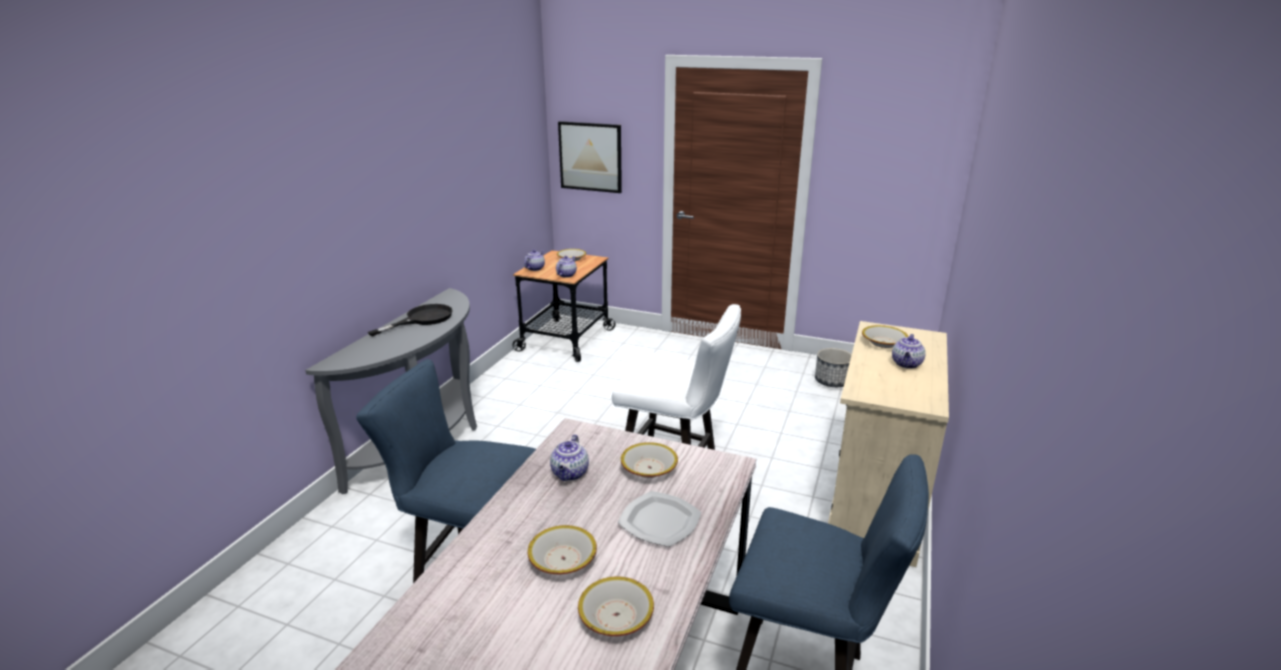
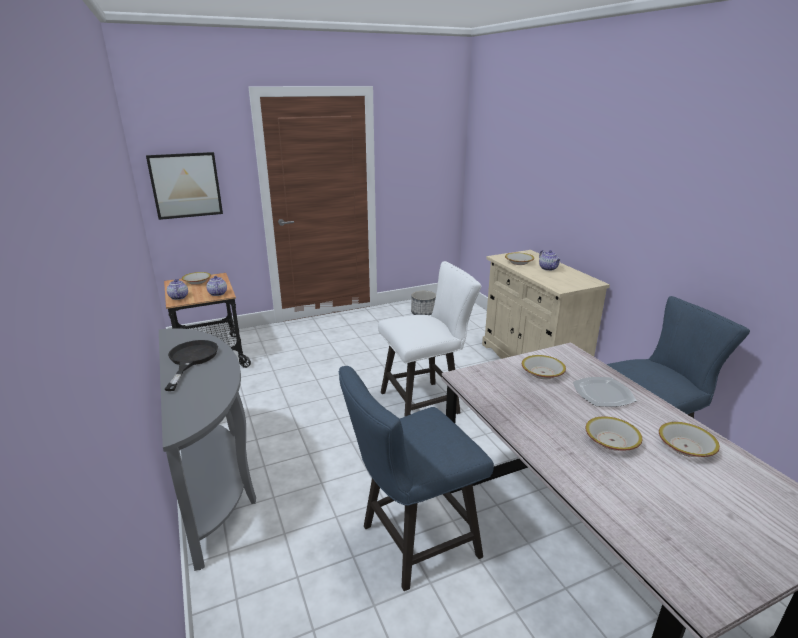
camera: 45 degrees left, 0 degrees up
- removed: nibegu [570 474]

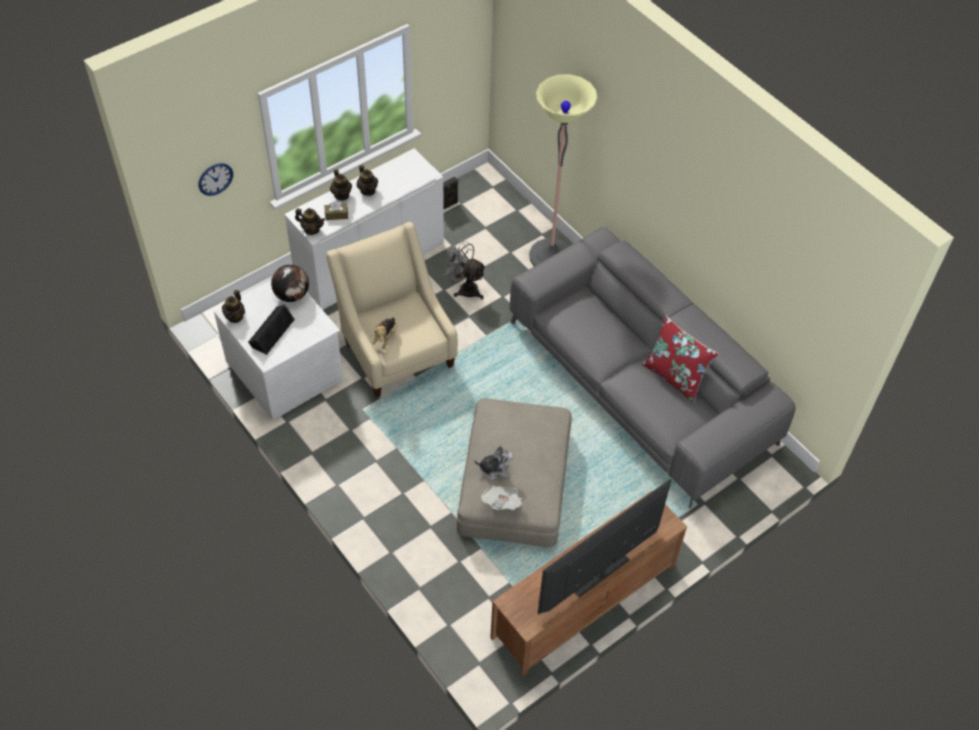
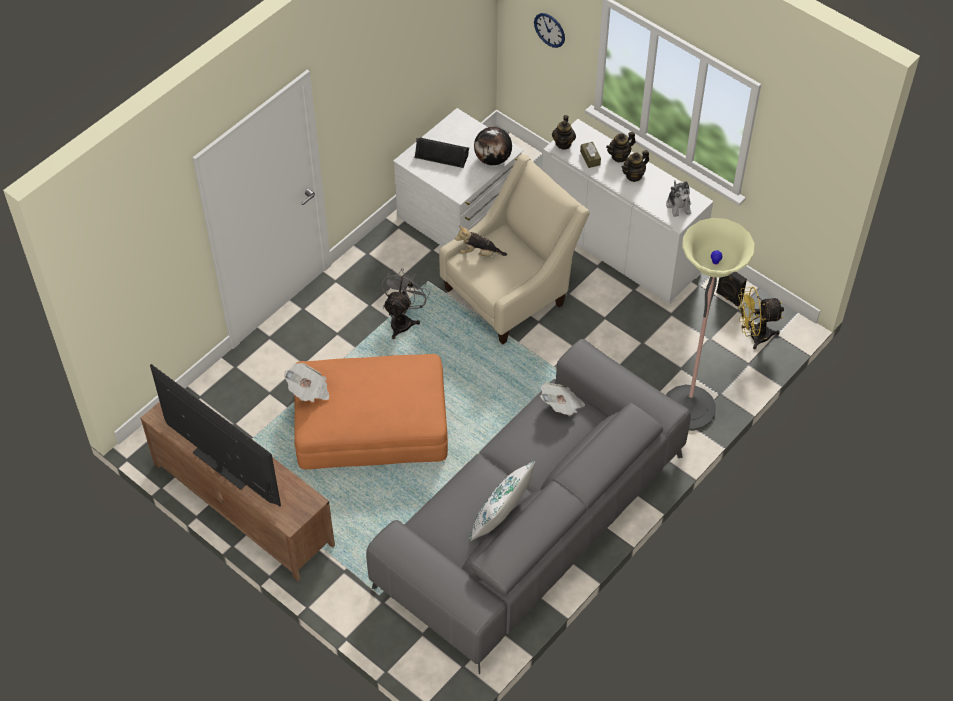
camera: 80 degrees right, 0 degrees up
- removed: nibegu [235 316]
- moved: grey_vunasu [464 288] to [403 320]
- recoloured: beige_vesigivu [514 481] to orange_vesigivu [371 422]
- moved: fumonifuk [494 469] to [679 205]
- recoloured: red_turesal [675 377] to white_turesal [501 519]
- added: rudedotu [562 405]
- added: yellow_vunasu [753 335]

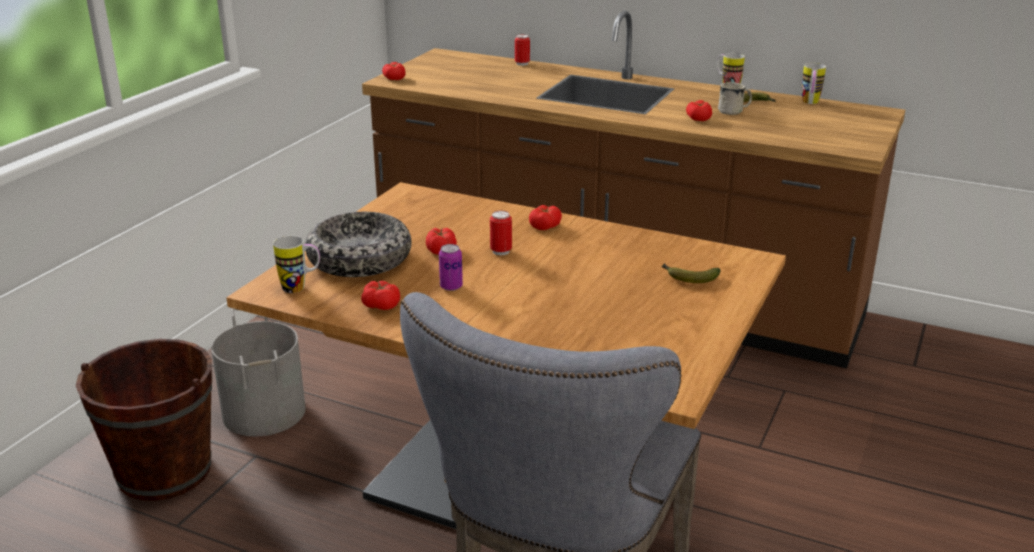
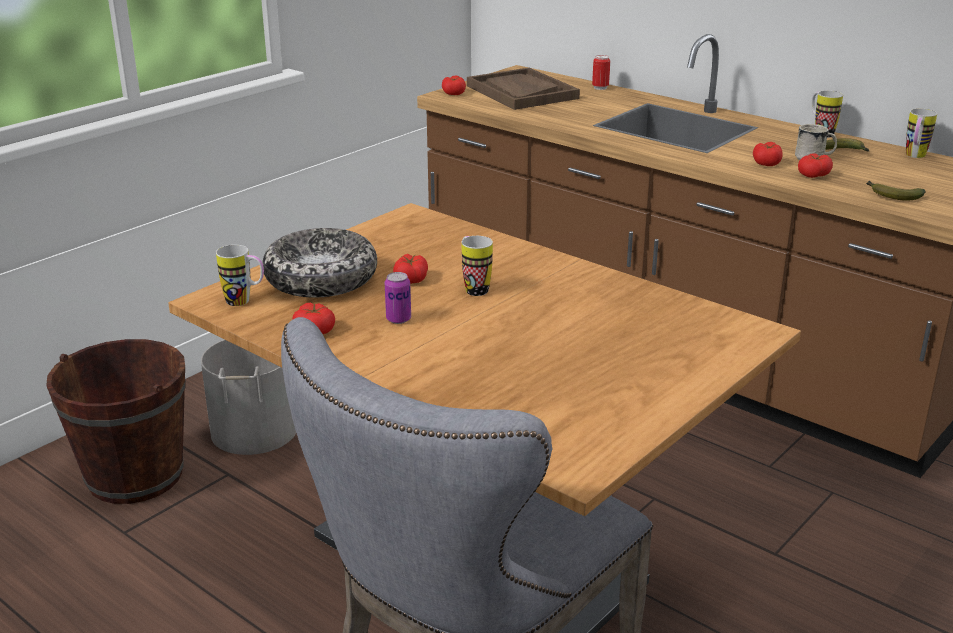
camera: 15 degrees right, 0 degrees up
- replaced: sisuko [501 251] to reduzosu [473 288]
- moved: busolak [545 226] to [814 175]
- moved: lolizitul [688 278] to [892 196]
- added: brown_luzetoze [521 92]

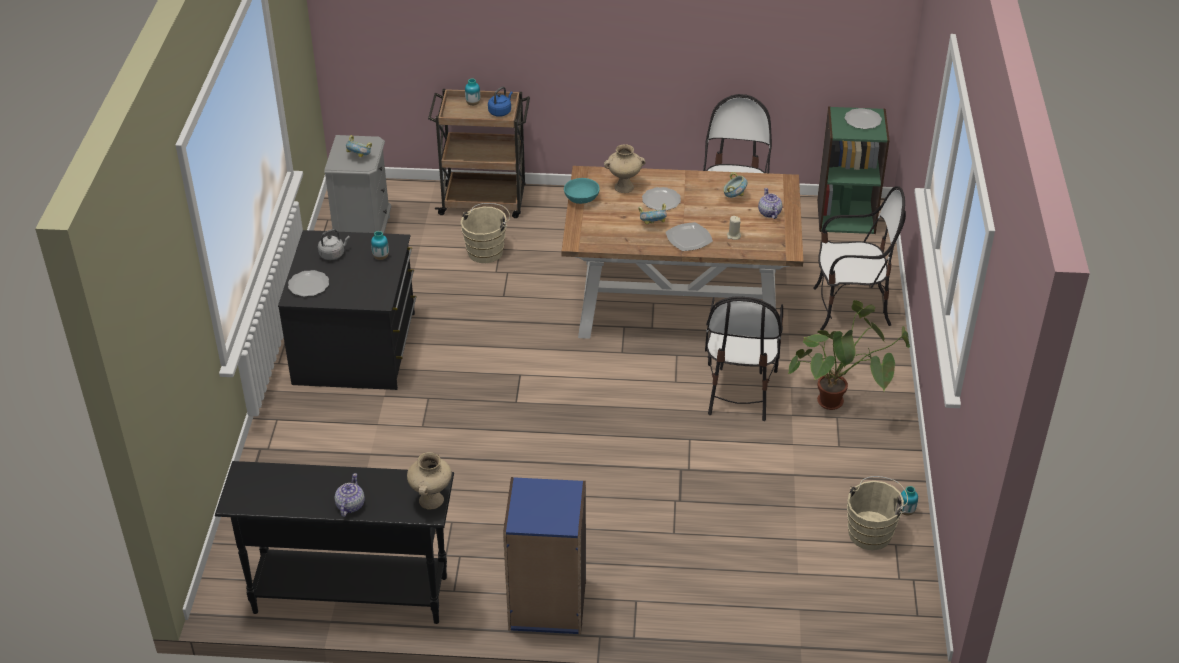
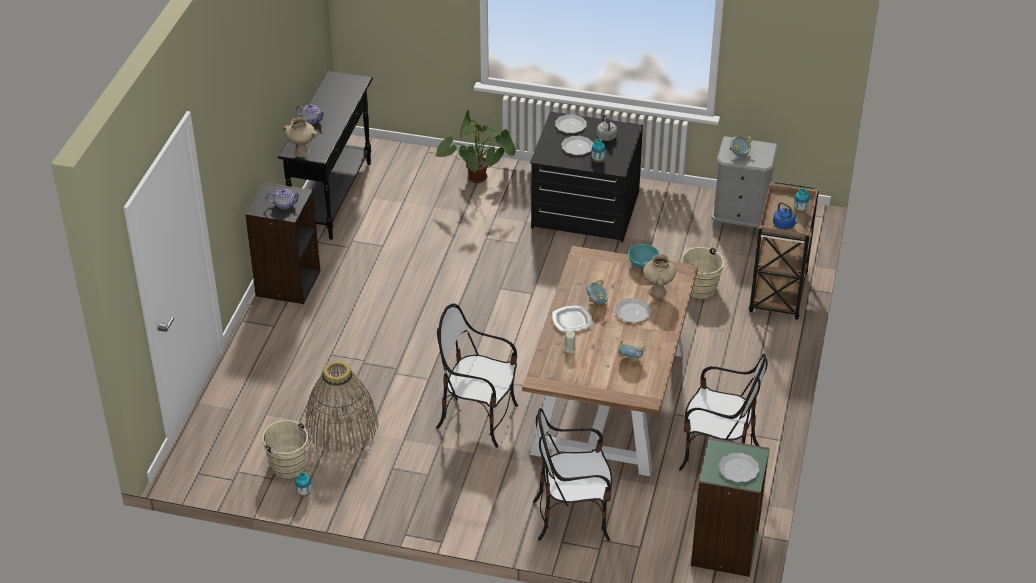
camera: 100 degrees right, 0 degrees up
- recoloured: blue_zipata [547 605] to black_zipata [287 283]
- moved: nibegu [769 213] to [284 205]
- moved: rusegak [841 397] to [480 183]
- turned: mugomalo [850 309] = [572 517] 75 degrees clockwise
- added: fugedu [342 426]
- added: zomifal [577 146]

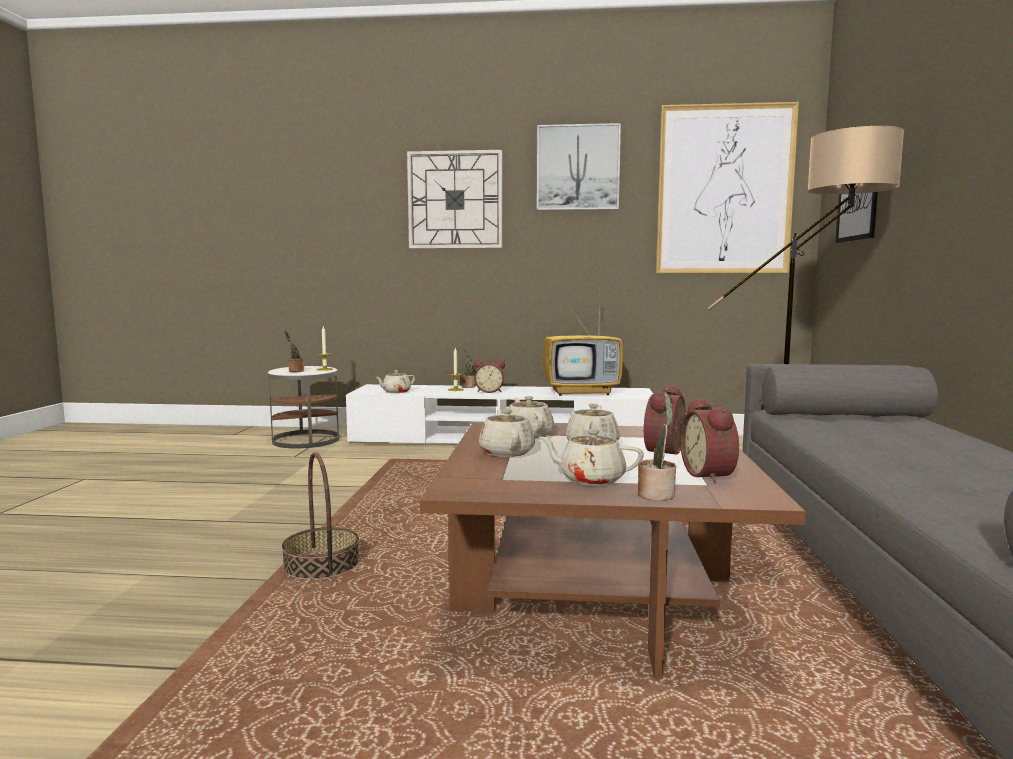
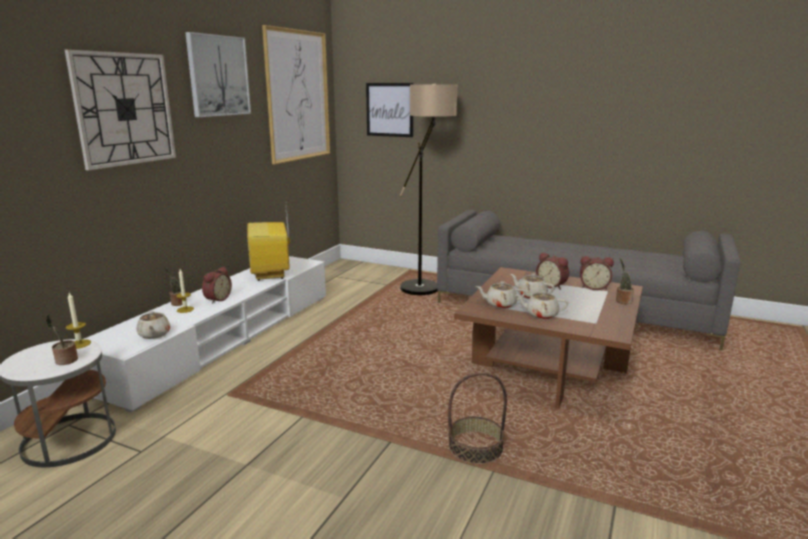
camera: 70 degrees left, 10 degrees up
- removed: beige_nibegu [590 479]
- turned: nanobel [582 392] = [271 273] 150 degrees clockwise

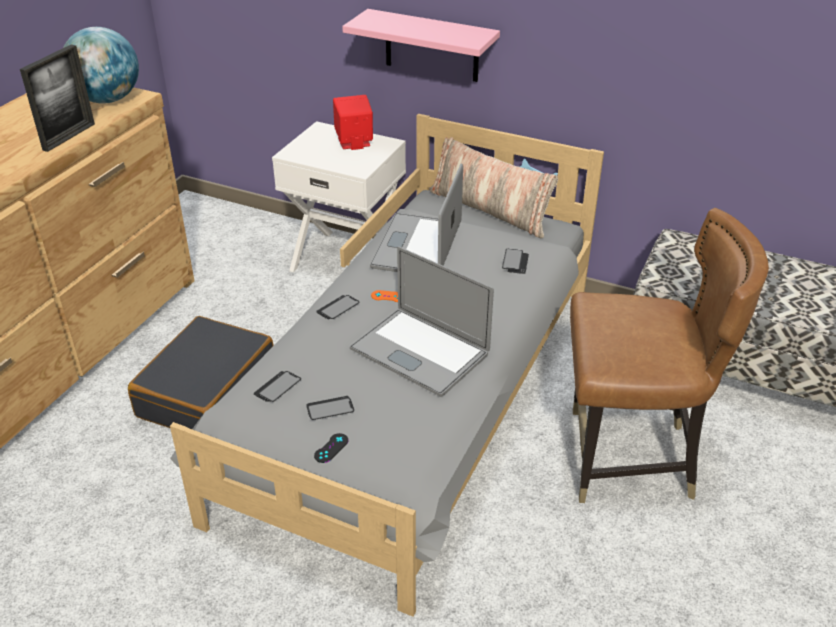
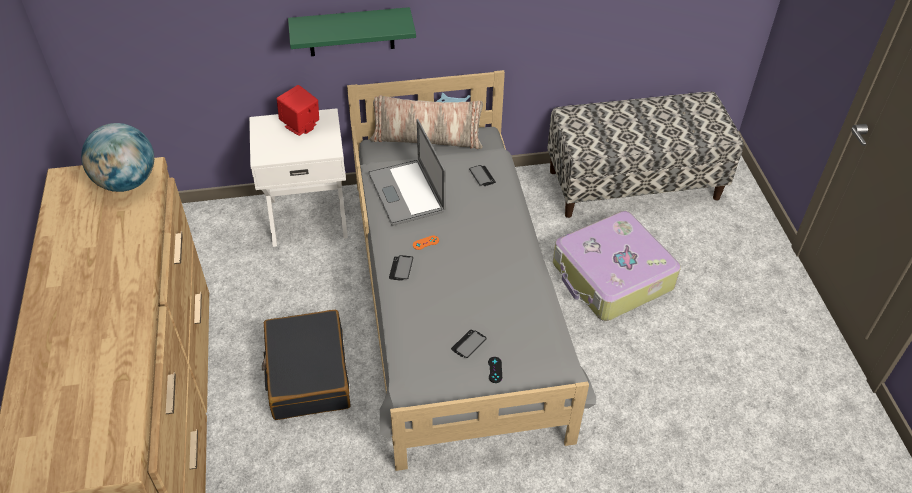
camera: 35 degrees left, 10 degrees up
- removed: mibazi [69 137]
- removed: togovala [277 387]
- recoloured: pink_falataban [431 46] to green_falataban [351 32]
- removed: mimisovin [419 351]
- replaced: brown_mugomalo [629 458] to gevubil [612 277]

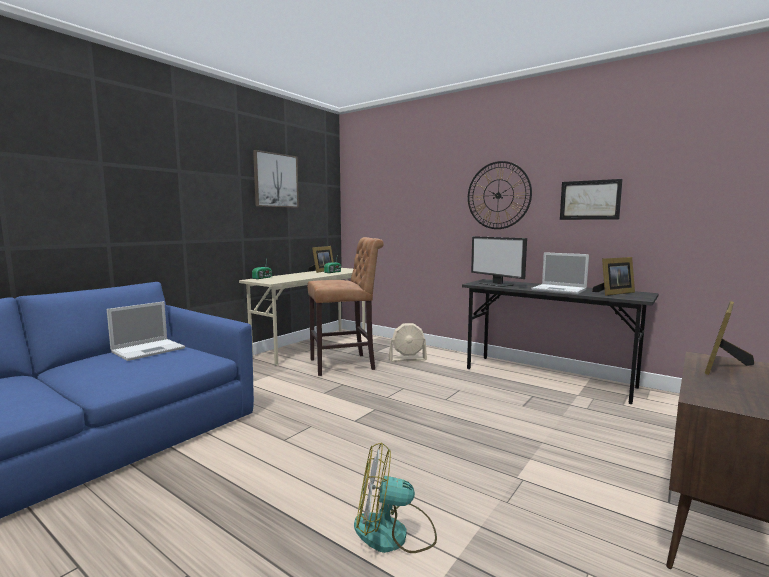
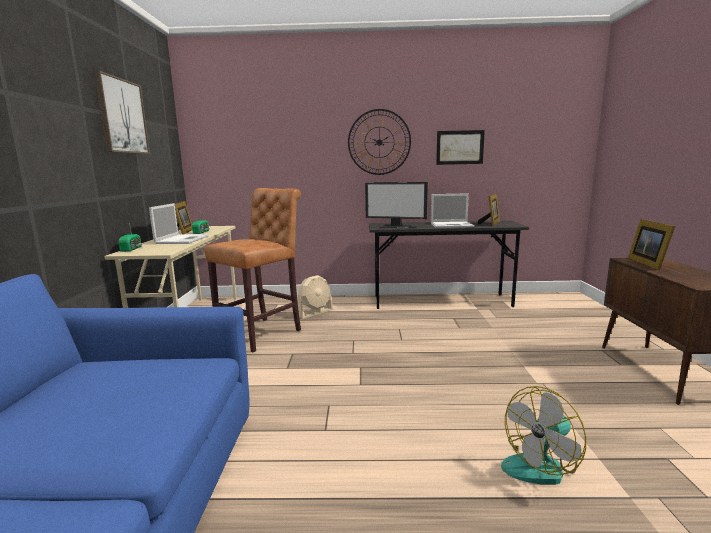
camera: 35 degrees left, 5 degrees up
- moved: mimisovin [149 349] to [182 239]

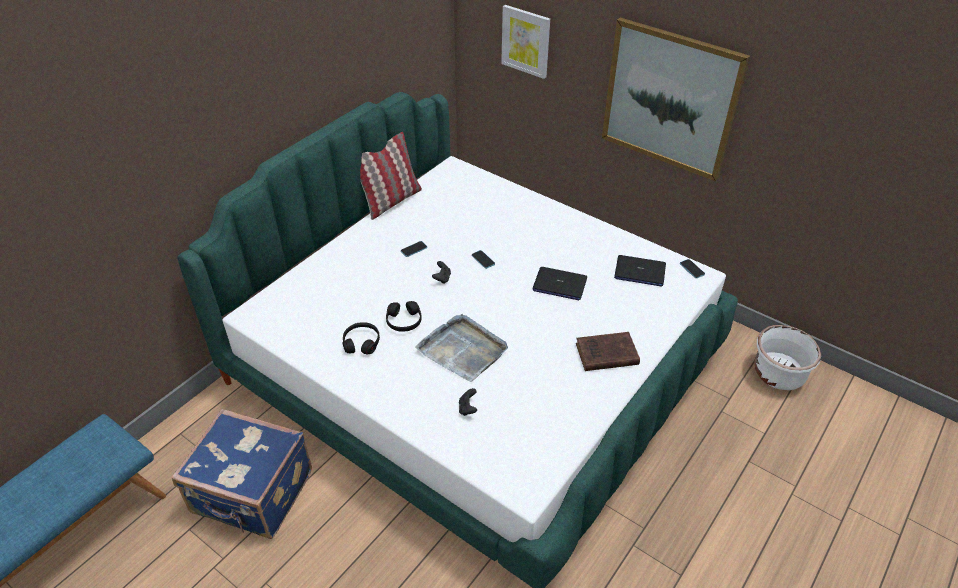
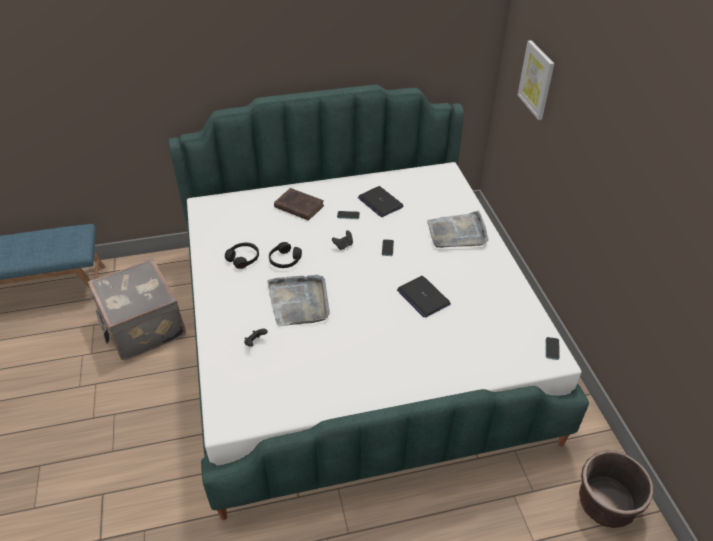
camera: 40 degrees right, 0 degrees up
- recoloured: blue_gevubil [252 494] to grey_gevubil [142 327]
- removed: turesal [391 201]
- moved: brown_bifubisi [605 354] to [298 206]
- removed: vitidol [670 99]
- moved: mimisovin [639 272] to [380 202]
- recoloured: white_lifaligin [778 374] to brown_lifaligin [606 503]
- added: grey_luzetoze [457 233]

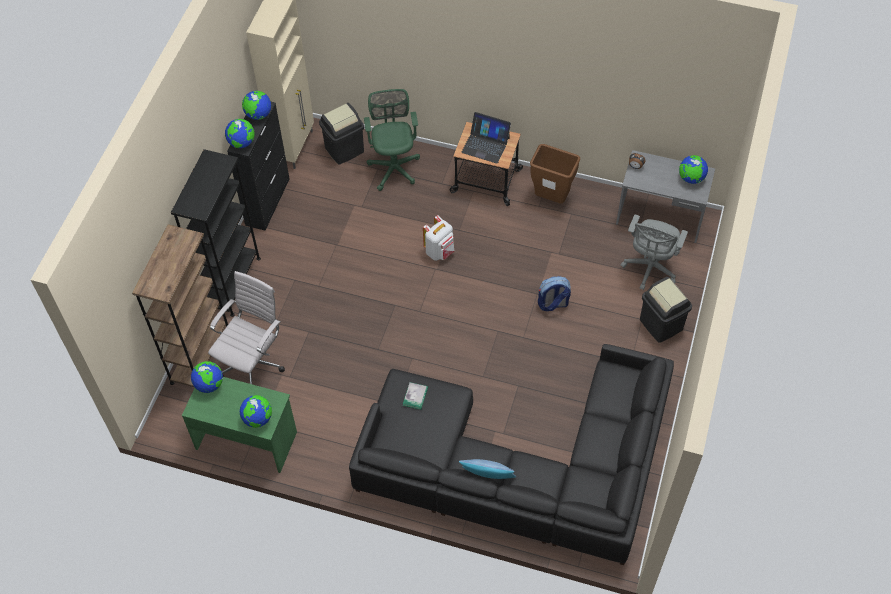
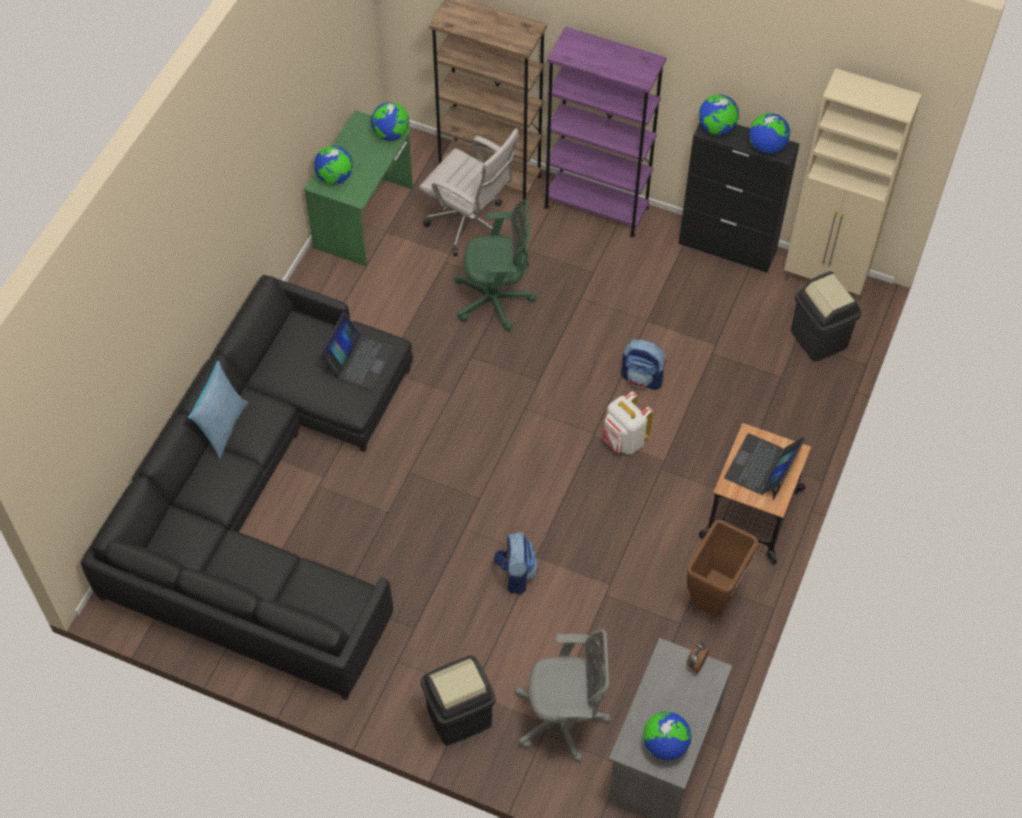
camera: 95 degrees right, 0 degrees up
- recoloured: black_zipata [232 283] to purple_zipata [596 207]
- moved: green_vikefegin [394 166] to [496 301]
- replaced: bifubisi [415 396] to mimisovin [358 360]
- turned: grey_vikefegin [650 268] = [564 720] 150 degrees clockwise
- added: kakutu [643 378]

